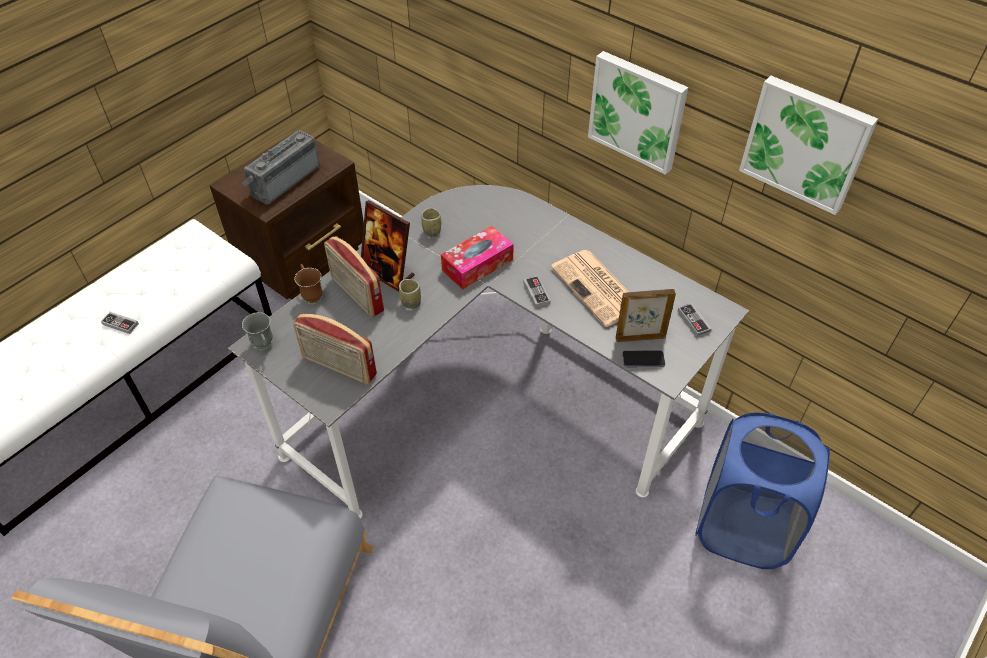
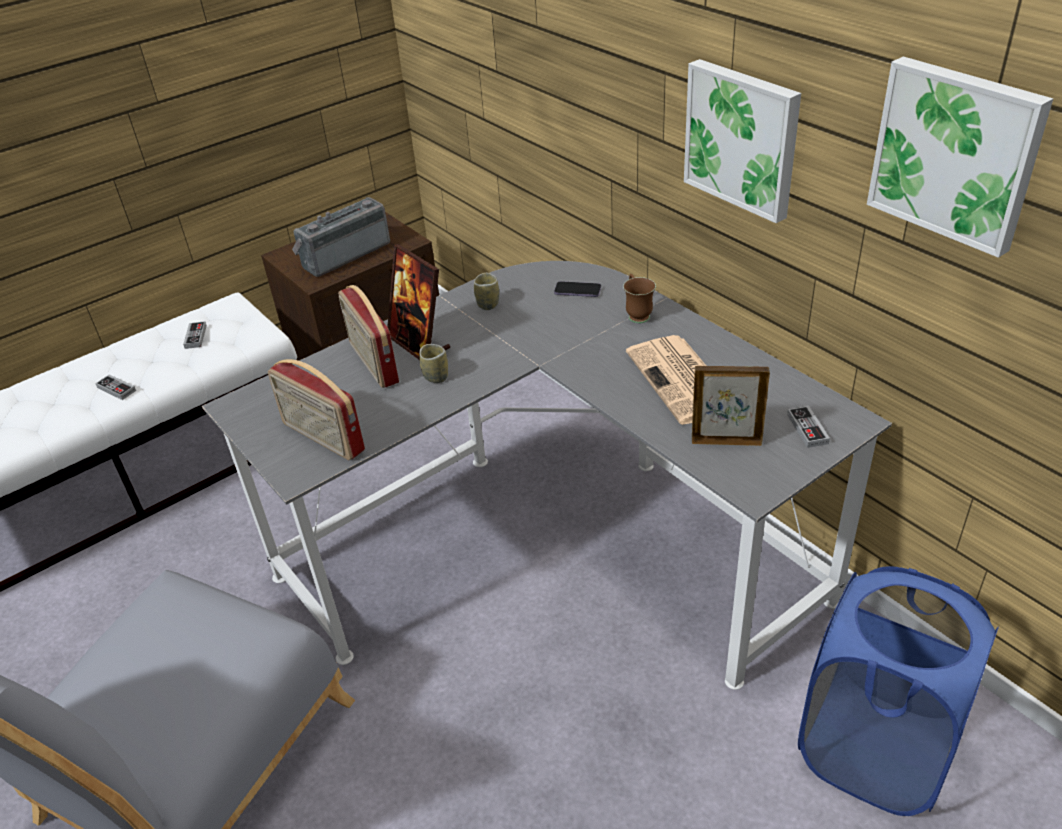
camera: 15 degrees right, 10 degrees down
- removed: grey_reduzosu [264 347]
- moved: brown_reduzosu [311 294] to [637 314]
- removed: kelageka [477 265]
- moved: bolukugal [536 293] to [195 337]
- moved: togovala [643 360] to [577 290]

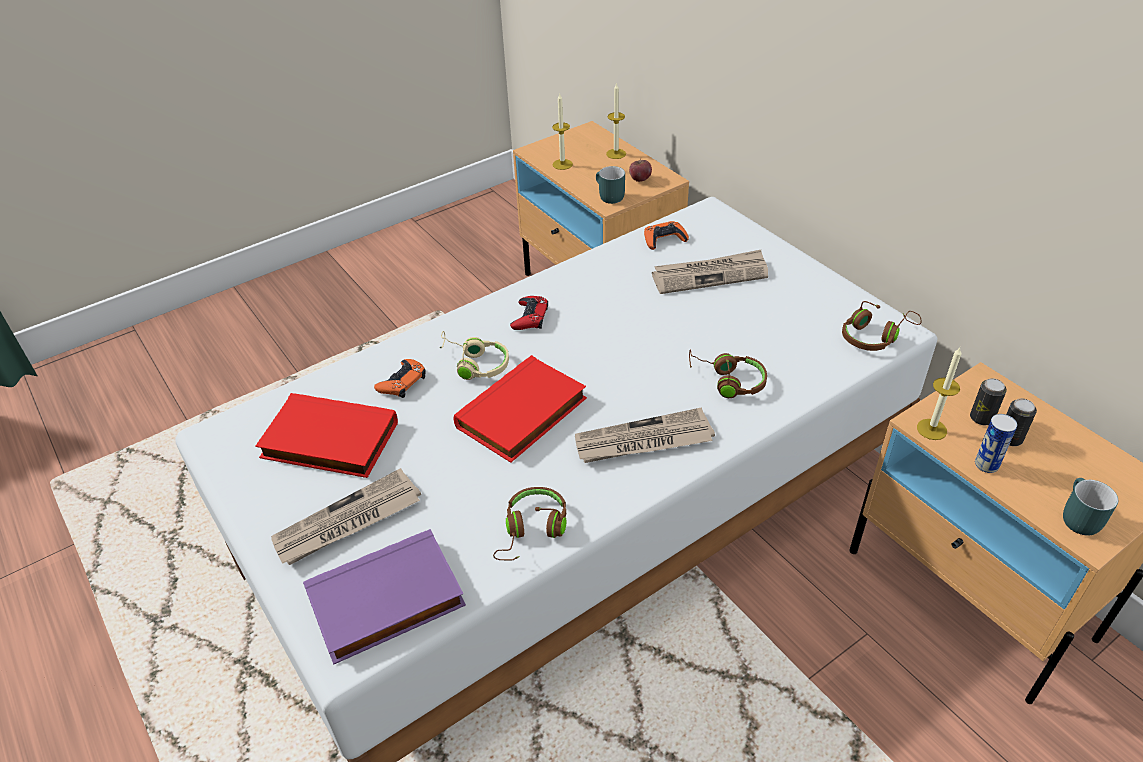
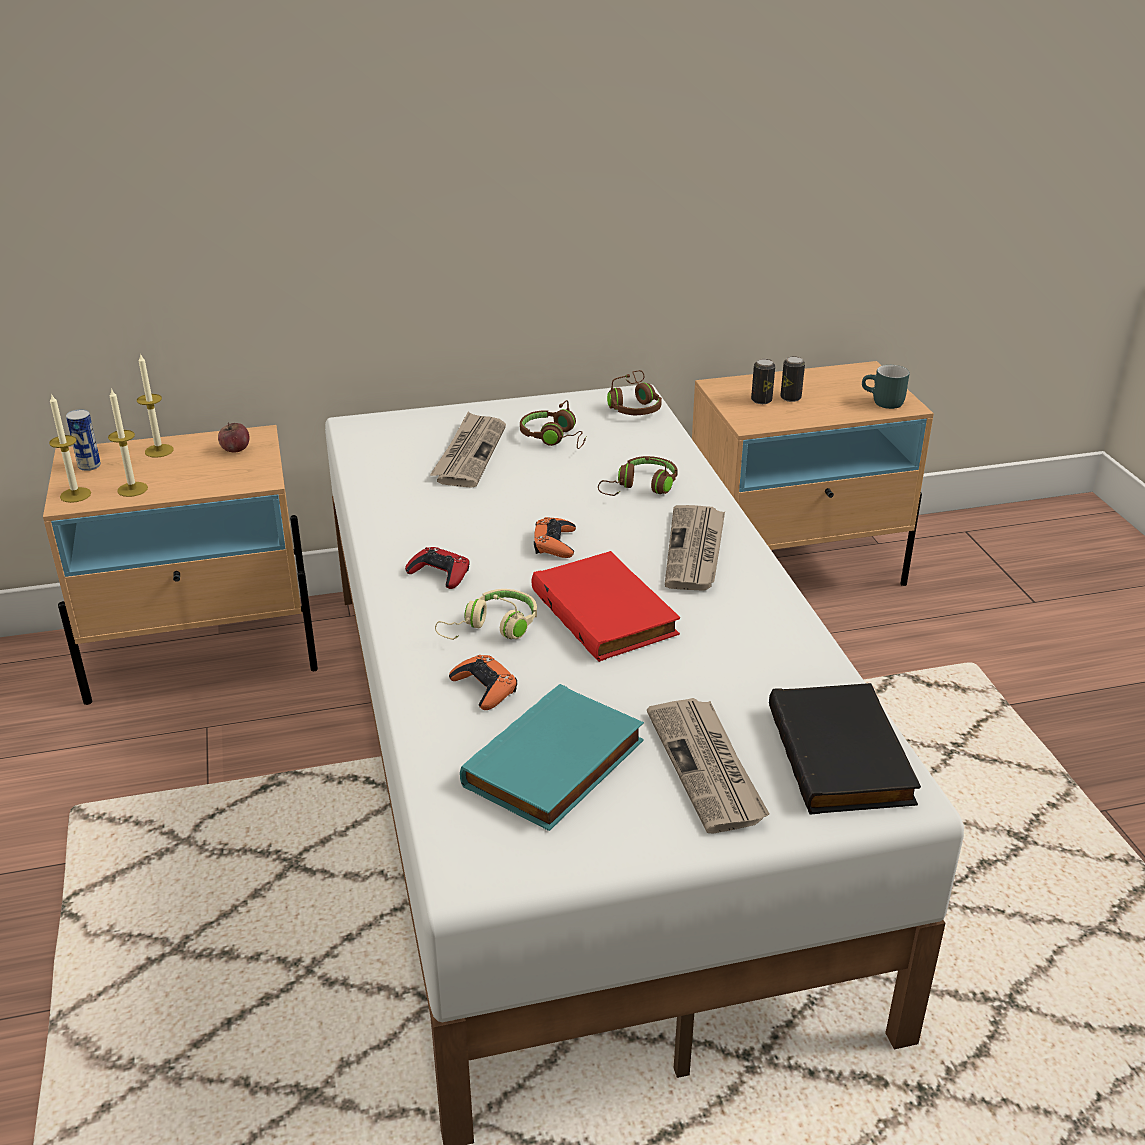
camera: 70 degrees left, 10 degrees down
- recoloured: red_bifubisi [328 442] to turquoise_bifubisi [556 766]
- recoloured: purple_bifubisi [386 603] to black_bifubisi [844 756]
- moved: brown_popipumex [532 530] to [555 438]
- removed: turquoise_reduzosu [607 196]
- moved: orange_bolukugal [664 239] to [554 543]
- moved: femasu [931 429] to [75 495]
- moved: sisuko [986 465] to [89 466]

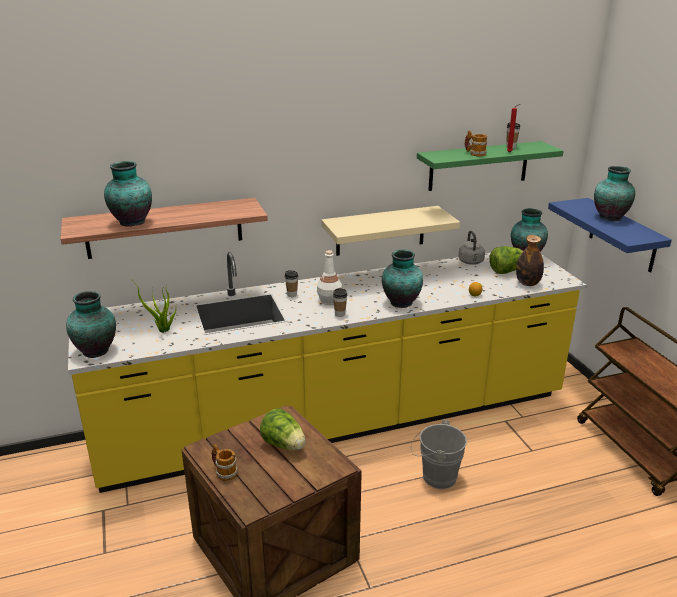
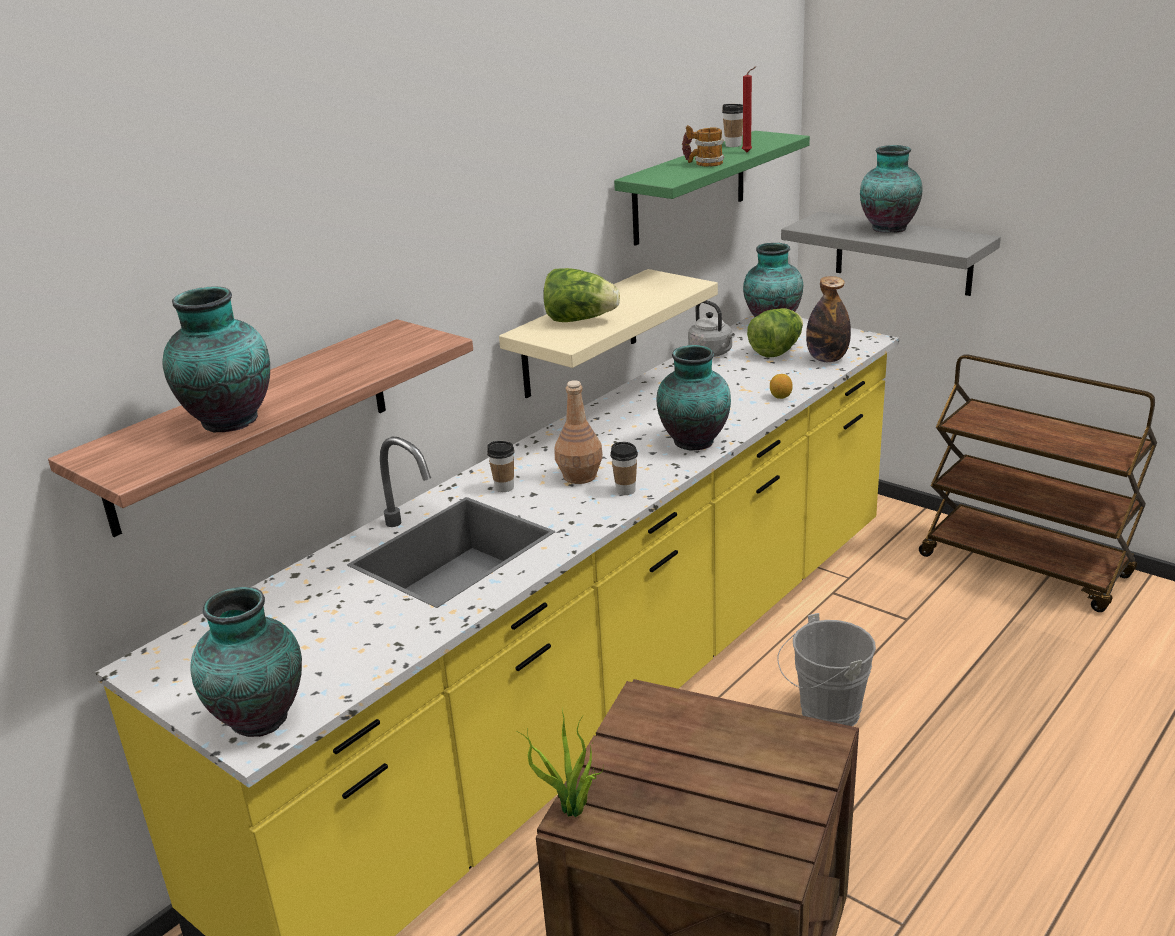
camera: 30 degrees left, 0 degrees up
- moved: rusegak [163 331] to [572 812]
- removed: reduzosu [224 471]
- moved: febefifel [284 444] to [580 320]
- recoloured: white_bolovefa [329 301] to brown_bolovefa [579 476]
- recoloured: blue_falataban [622 235] to grey_falataban [903 253]

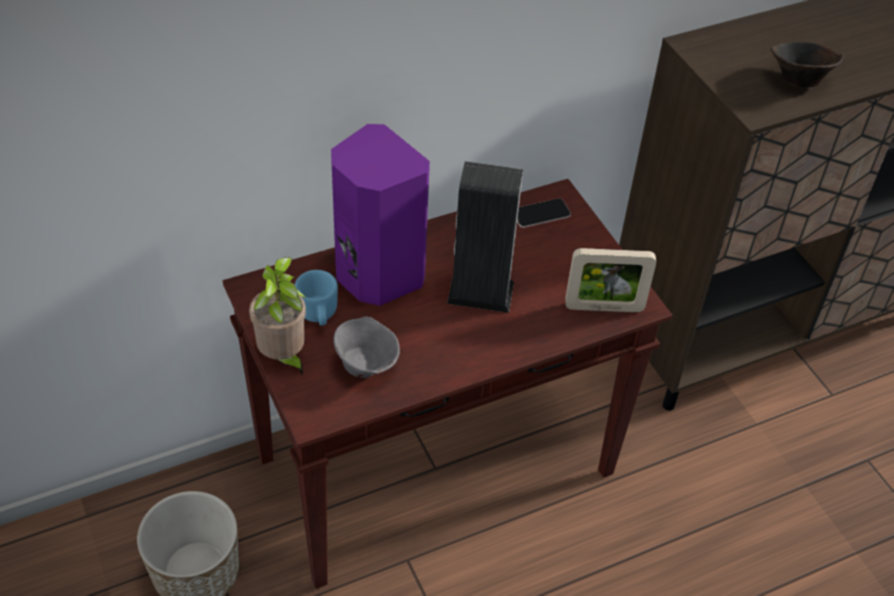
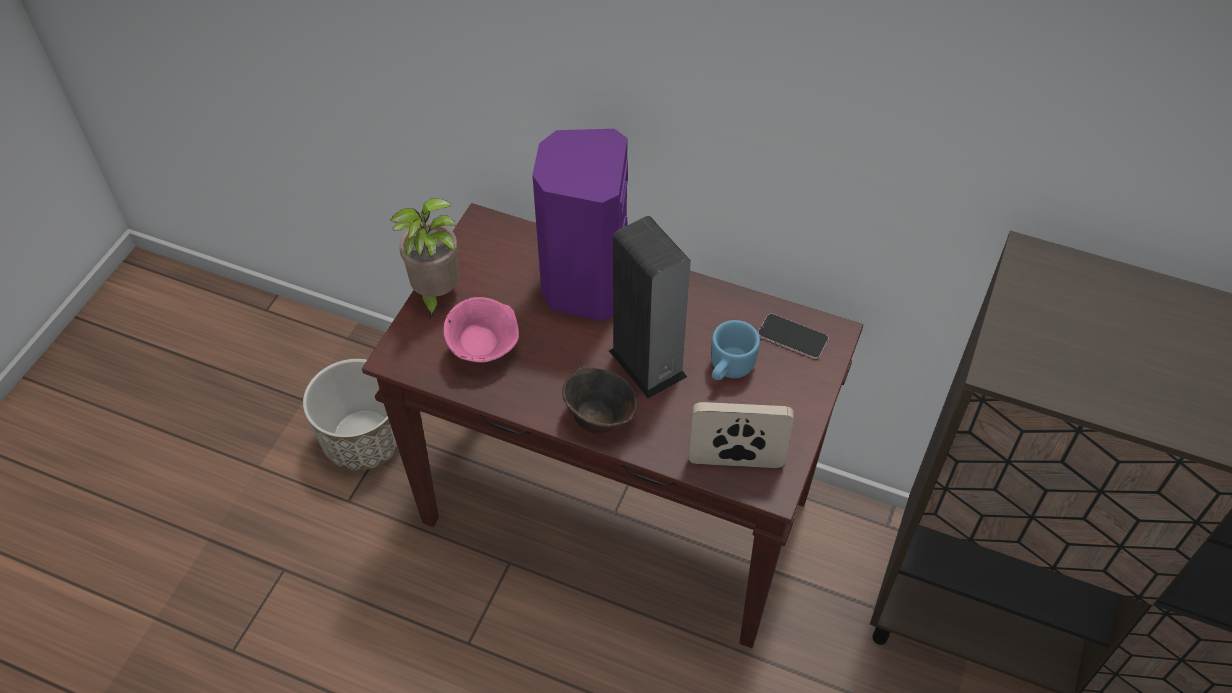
camera: 50 degrees right, 5 degrees up
- moved: blue_reduzosu [317 316] to [728 369]
- recoloured: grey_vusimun [366 364] to pink_vusimun [484 349]
- turned: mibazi [604 307] = [736 461] 135 degrees clockwise
- moved: brown_vusimun [798 80] to [599 416]

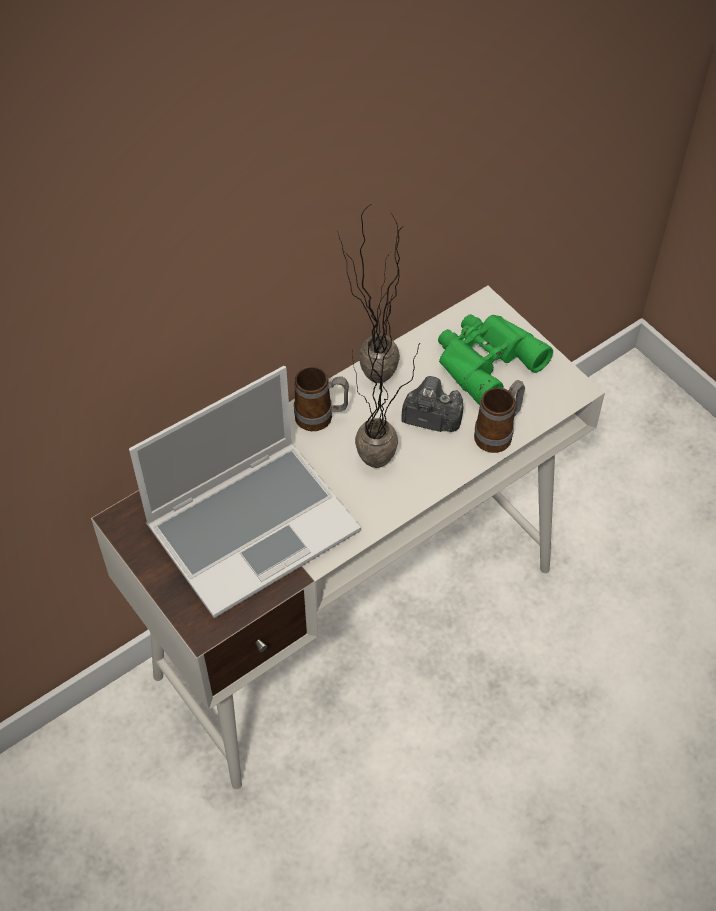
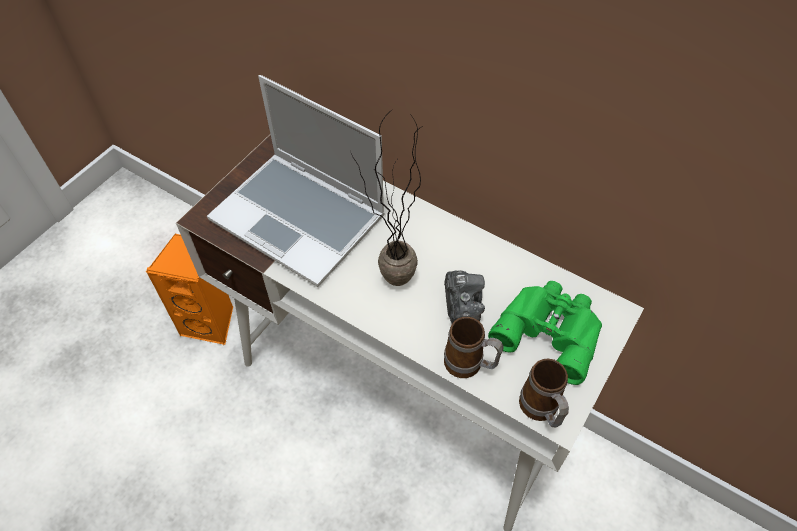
camera: 70 degrees right, 0 degrees up
- moved: reduzosu [321 418] to [541 411]
- removed: rusegak [366 379]
- added: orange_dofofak [211 322]

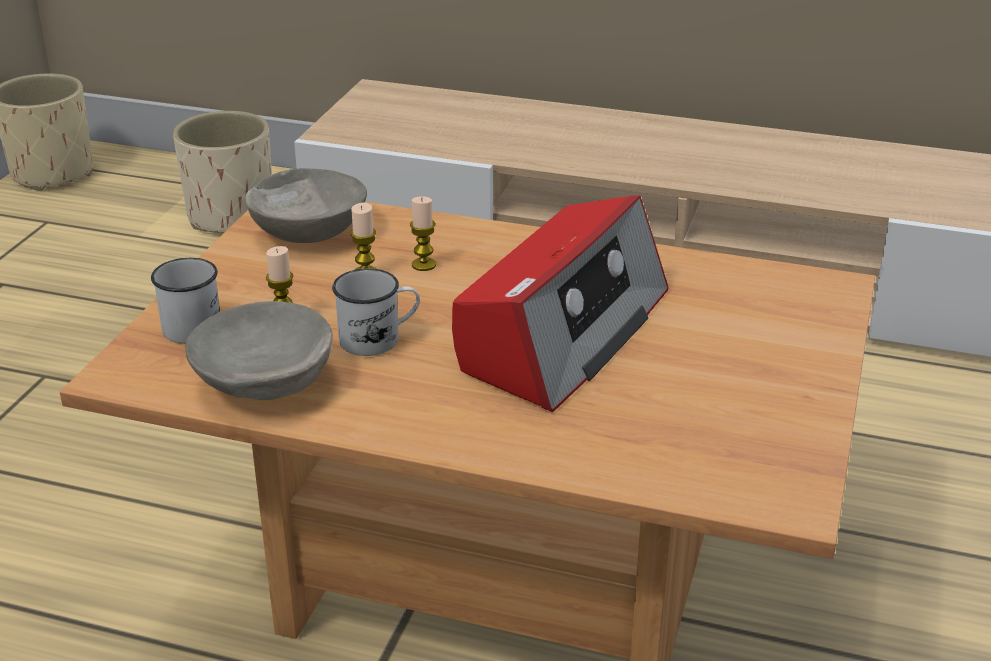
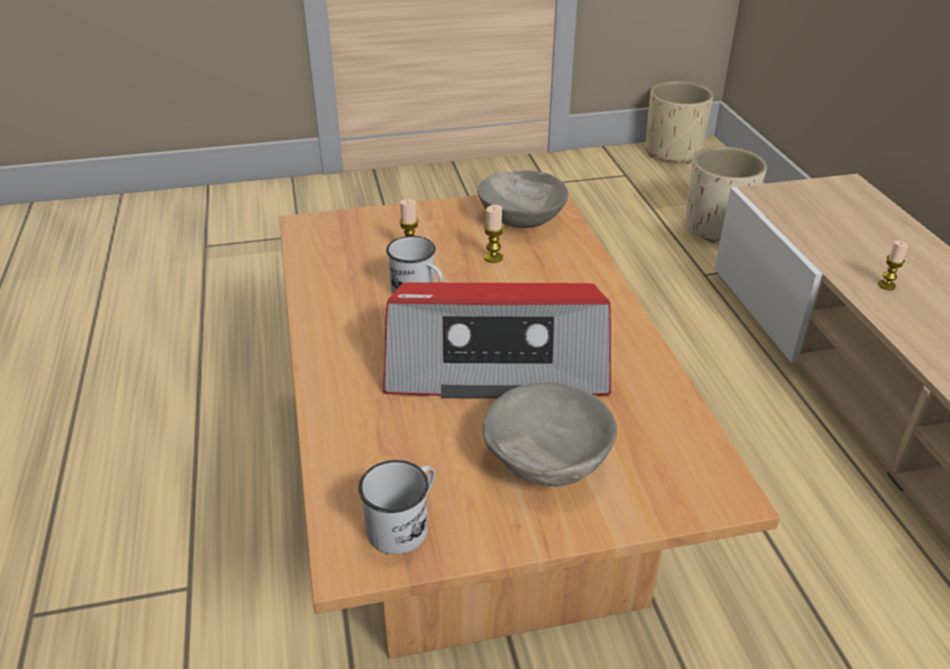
camera: 60 degrees right, 5 degrees up
- moved: white_reduzosu [190 323] to [404 524]
- moved: grey_vusimun [266 383] to [549 459]
- moved: femasu [423 265] to [886 285]

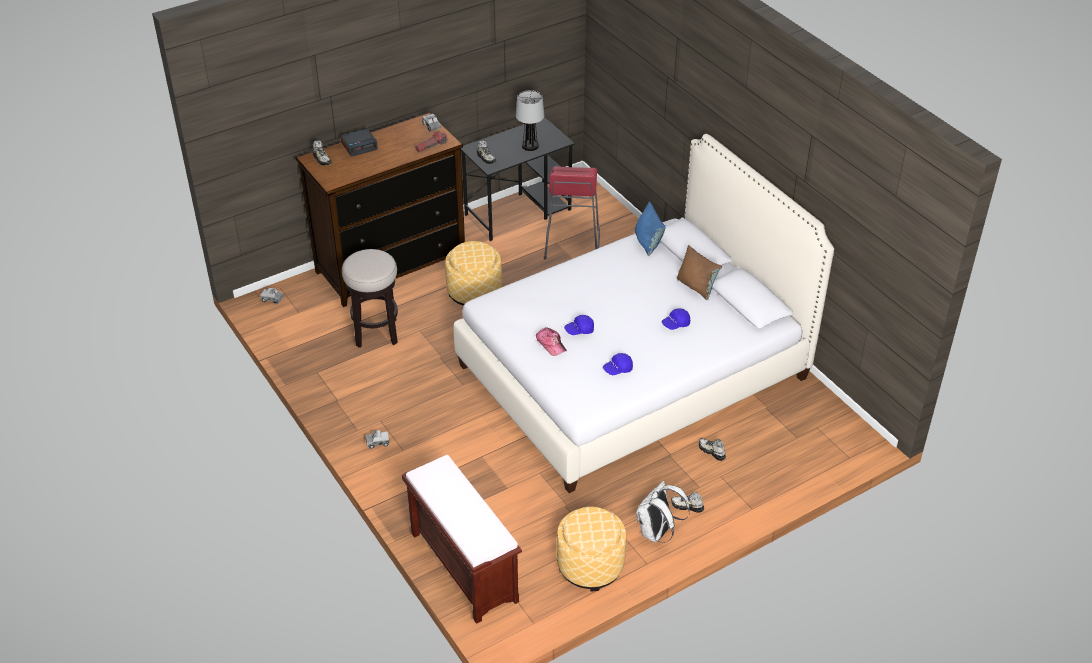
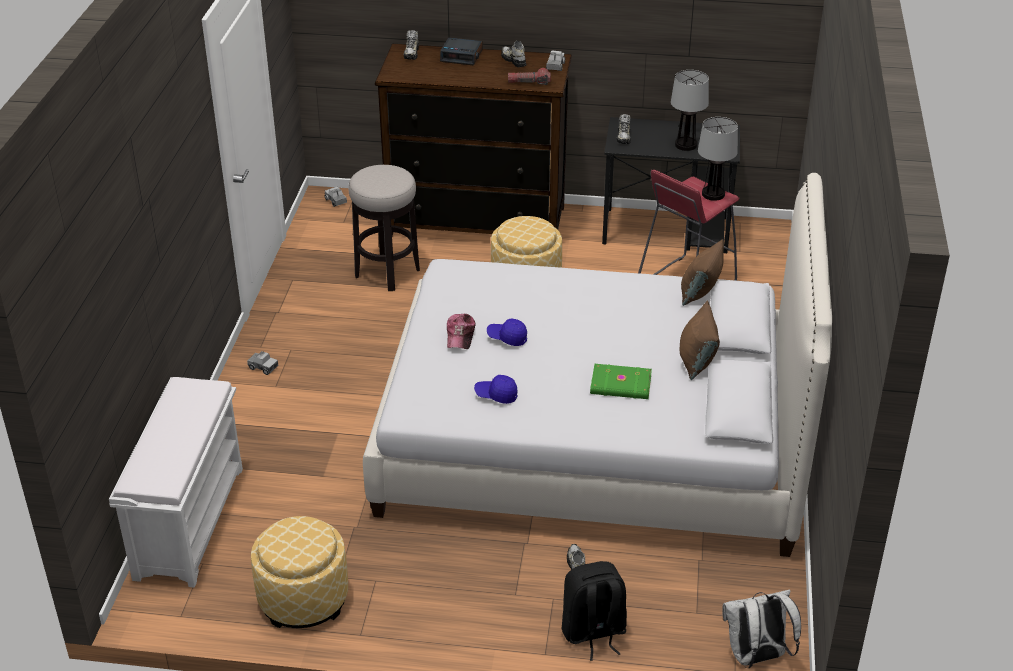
camera: 40 degrees right, 5 degrees down
- recoloured: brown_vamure [462 566] to white_vamure [189 521]
- recoloured: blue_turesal [648 243] to brown_turesal [700 293]
- moved: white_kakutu [657 533] to [756 657]
- replaced: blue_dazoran [675 324] to green_bifubisi [621 385]
- moved: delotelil [687 506] to [513 60]
- added: black_kakutu [593 633]
- added: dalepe [712 194]

